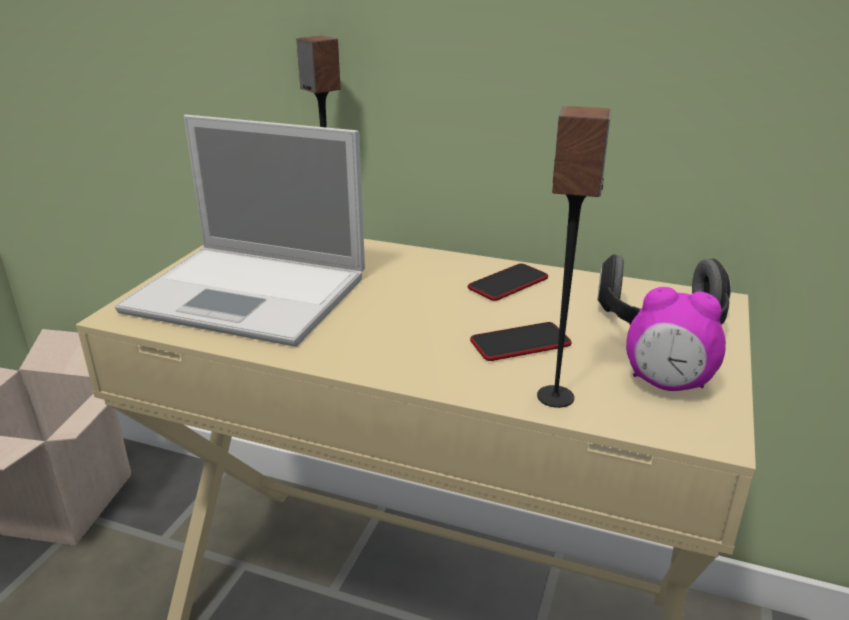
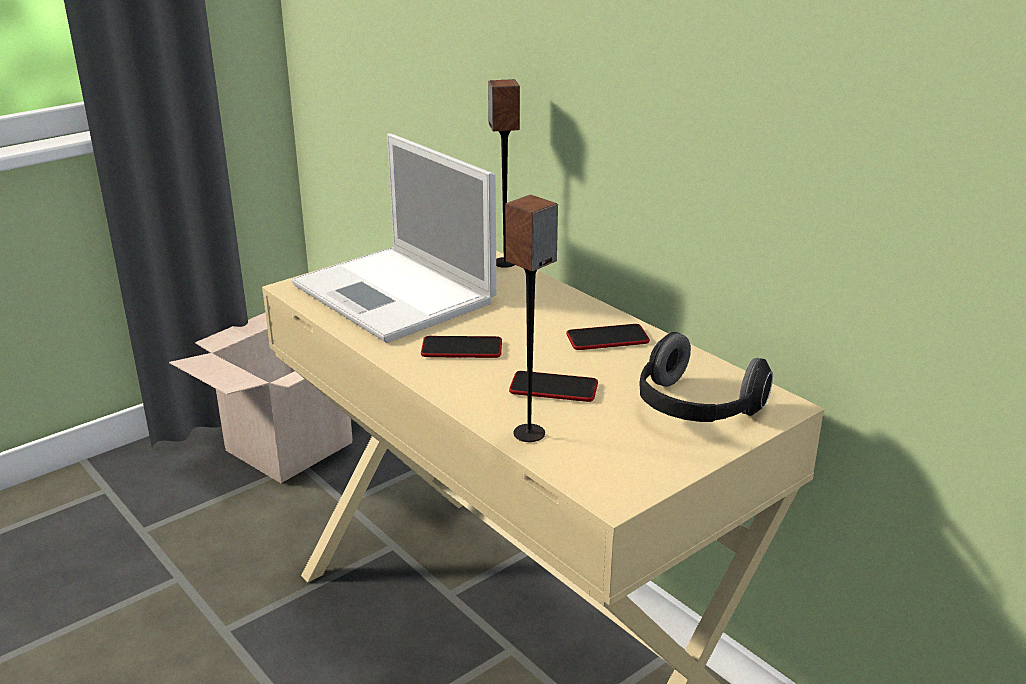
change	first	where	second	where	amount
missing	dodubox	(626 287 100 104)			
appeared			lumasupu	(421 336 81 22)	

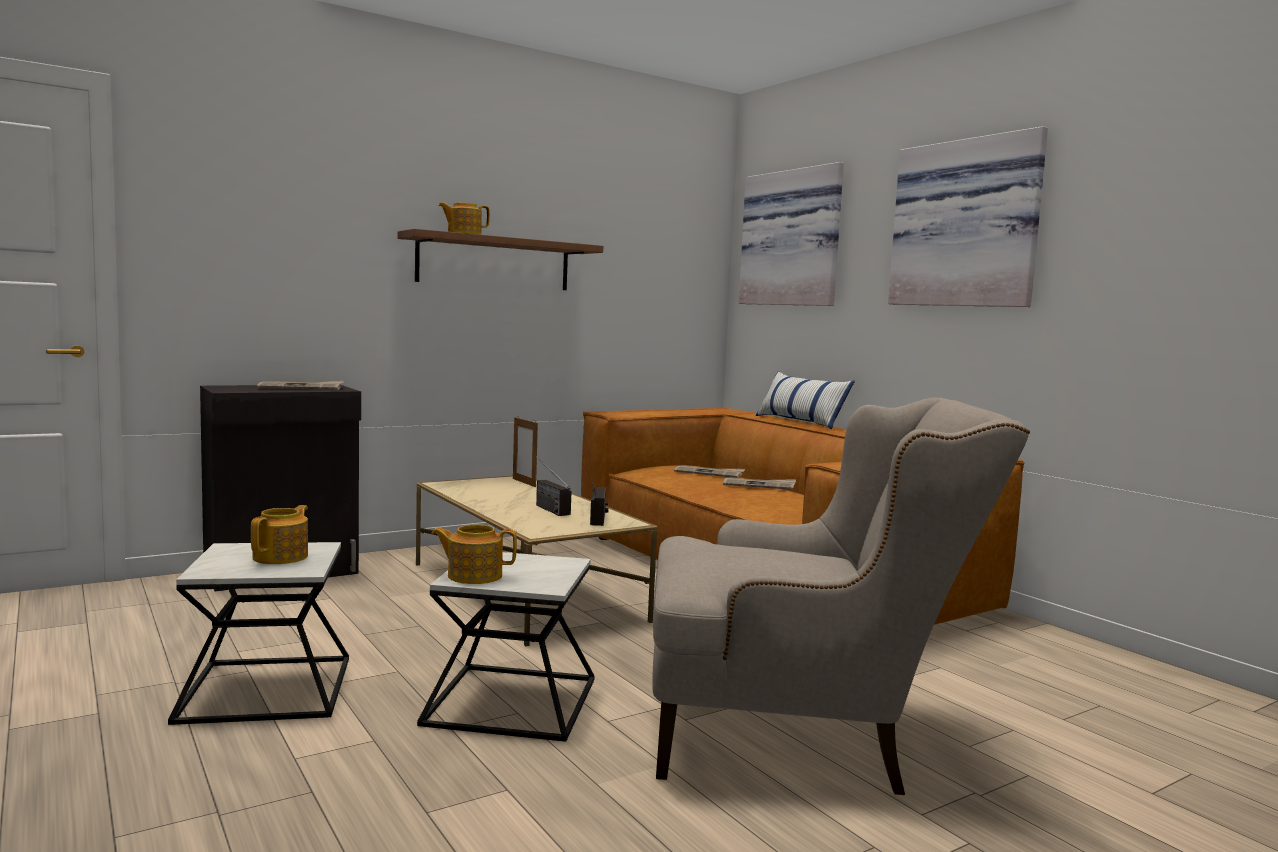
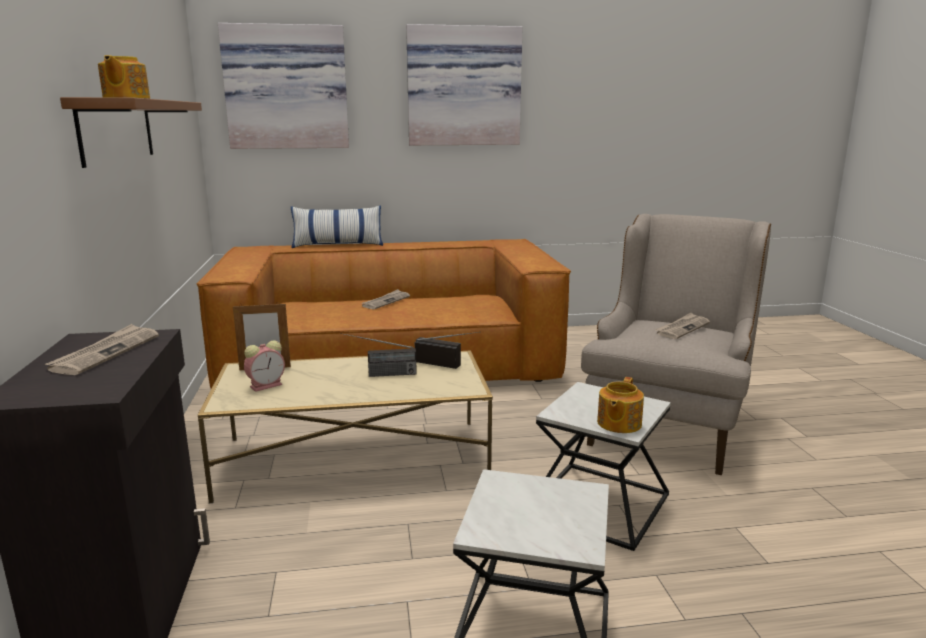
change	first	where	second	where	amount
relocated	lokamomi	(674 465 71 13)		(655 313 55 26)	
missing	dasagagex	(251 505 57 59)			
appeared			dodubox	(244 340 41 52)	

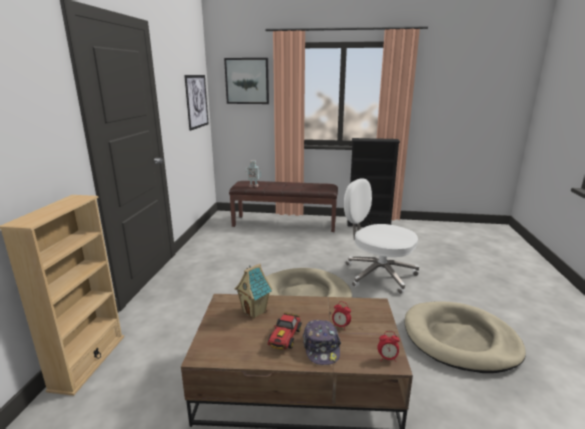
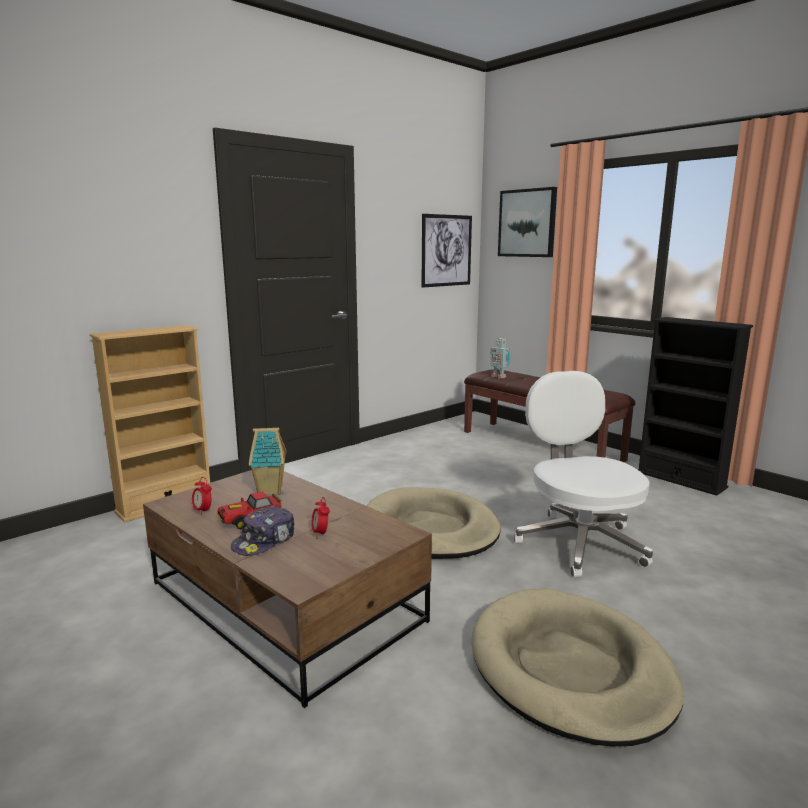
change	first	where	second	where	amount
relocated	dodubox	(377 331 23 31)		(192 477 20 38)	

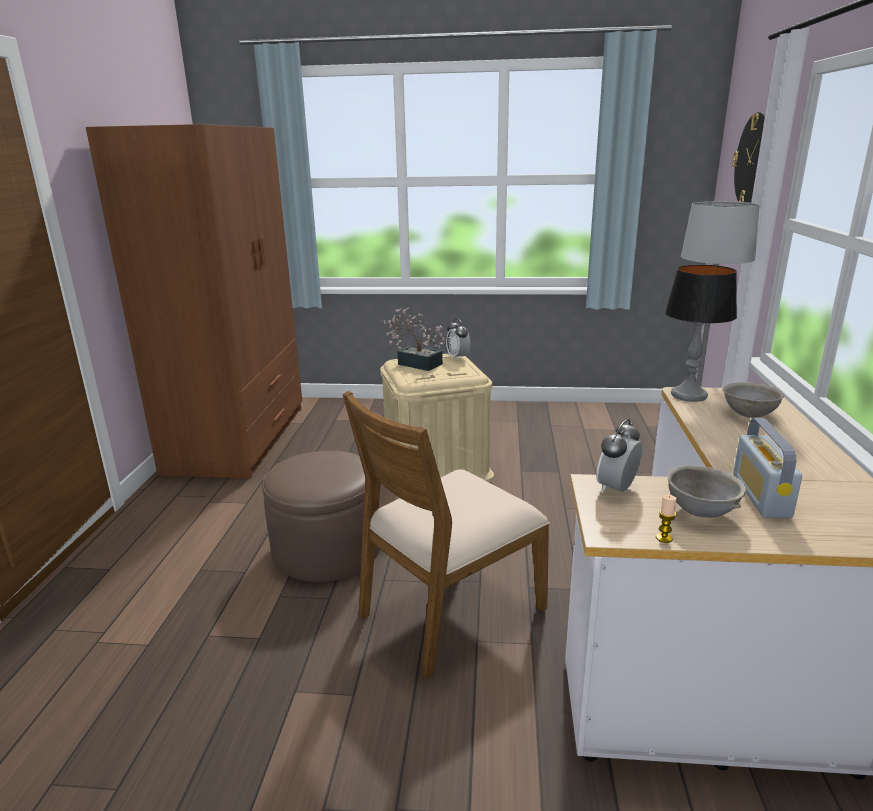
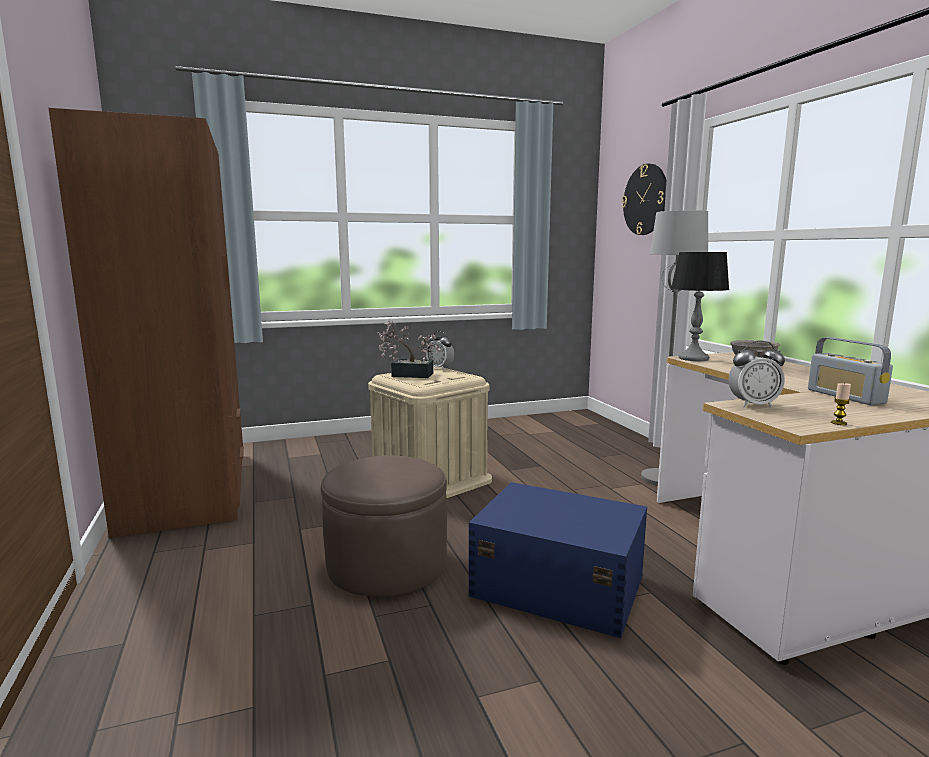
change	first	where	second	where	amount
exchanged	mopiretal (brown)	(342 391 208 287)	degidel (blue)	(469 482 178 156)	
spun	dodubox	(596 419 47 74)		(728 340 57 67)	105 degrees counterclockwise
missing	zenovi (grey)	(668 465 78 53)			

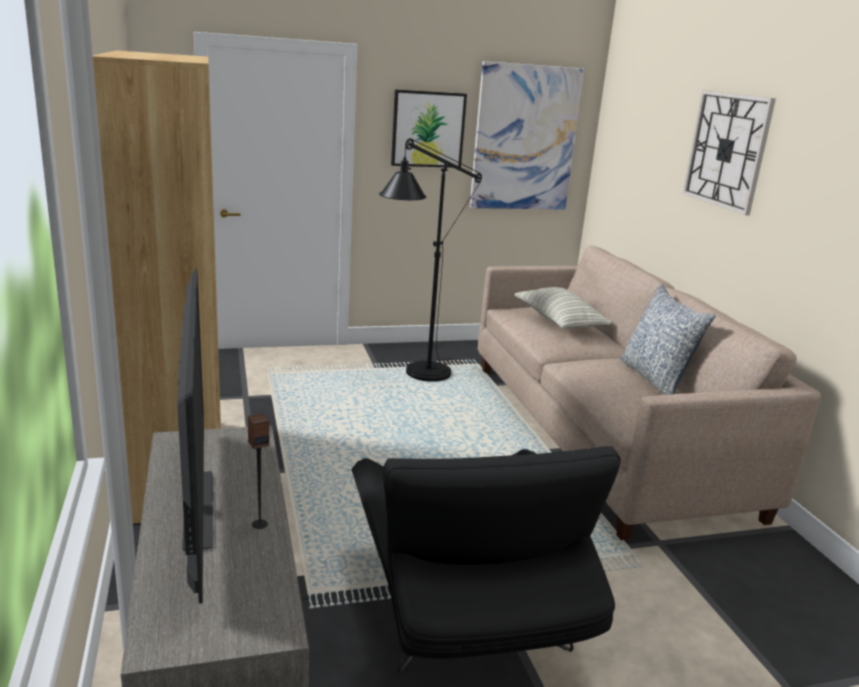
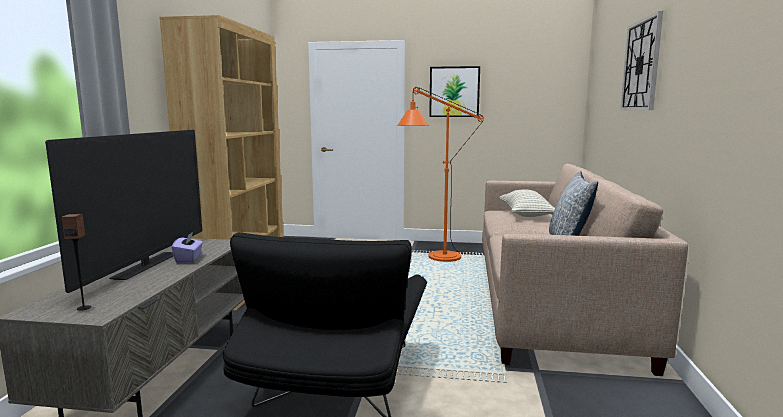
change	first	where	second	where	amount
missing	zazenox	(470 61 114 149)			
colour	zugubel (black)	(379 138 103 244)	zugubel (orange)	(397 87 87 175)	
relocated	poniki	(248 413 21 116)		(62 214 29 97)	
appeared			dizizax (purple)	(172 232 31 31)	

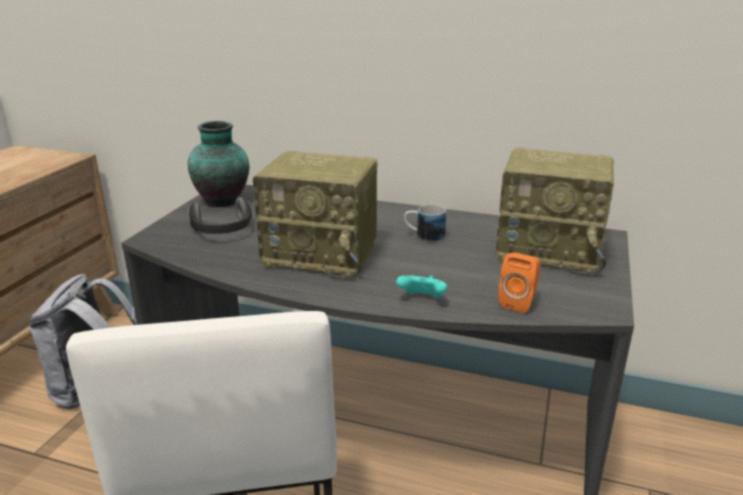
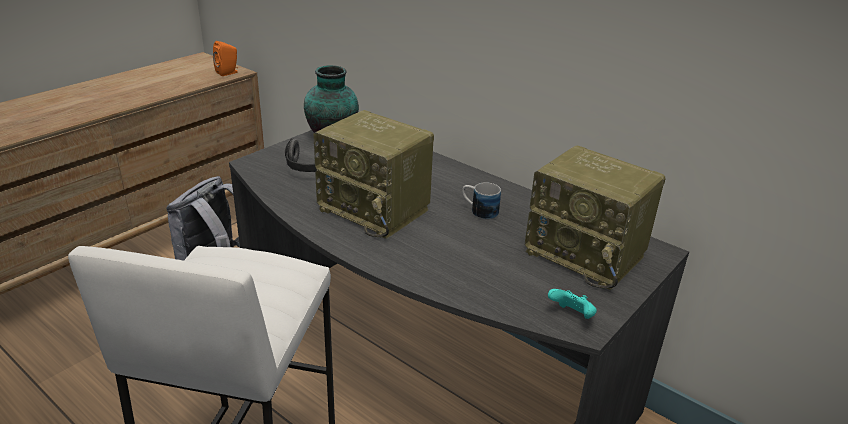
change	first	where	second	where	amount
relocated	poniki (orange)	(498 253 42 60)		(213 41 25 35)	
relocated	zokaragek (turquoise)	(396 275 51 24)		(548 289 49 30)	

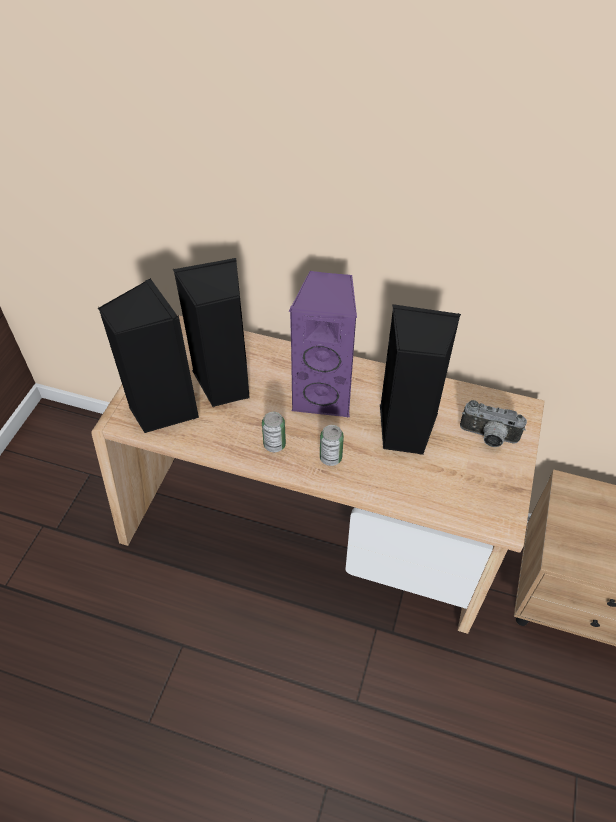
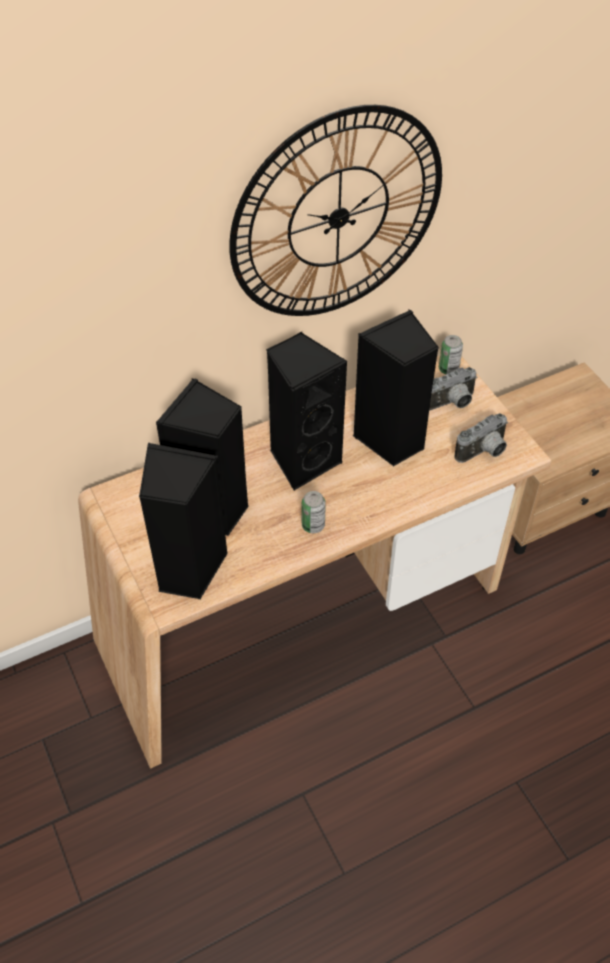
change	first	where	second	where	amount
colour	poniki (purple)	(289 271 68 147)	poniki (black)	(266 332 82 159)	
relocated	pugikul	(320 425 24 41)		(439 335 24 40)	
appeared			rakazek	(229 105 213 211)	
appeared			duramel	(454 413 54 50)	

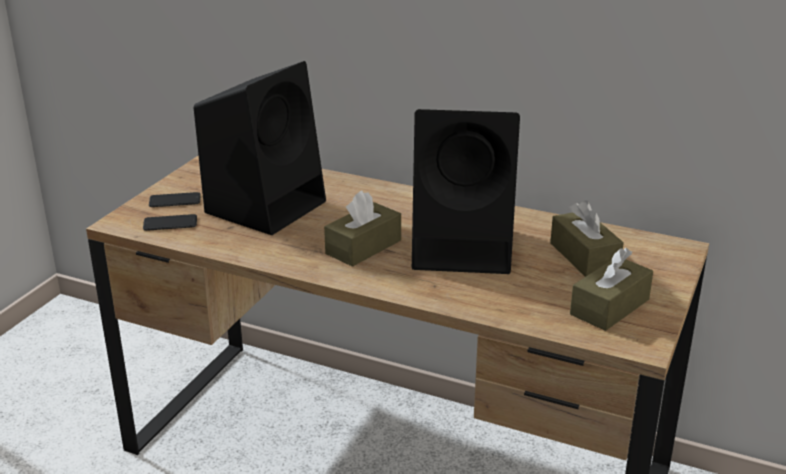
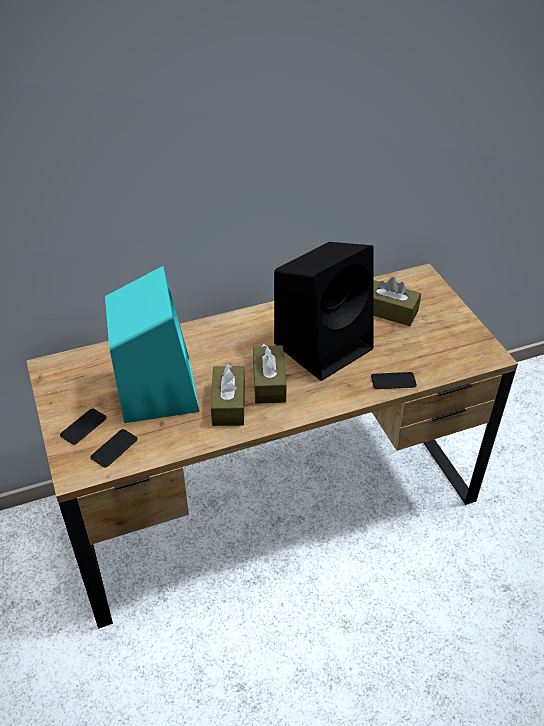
change	first	where	second	where	amount
colour	poniki (black)	(194 61 132 174)	poniki (turquoise)	(105 266 95 157)	
relocated	dizizax (brown)	(570 248 83 83)		(211 363 34 63)	
appeared			lumasupu	(371 372 46 17)	

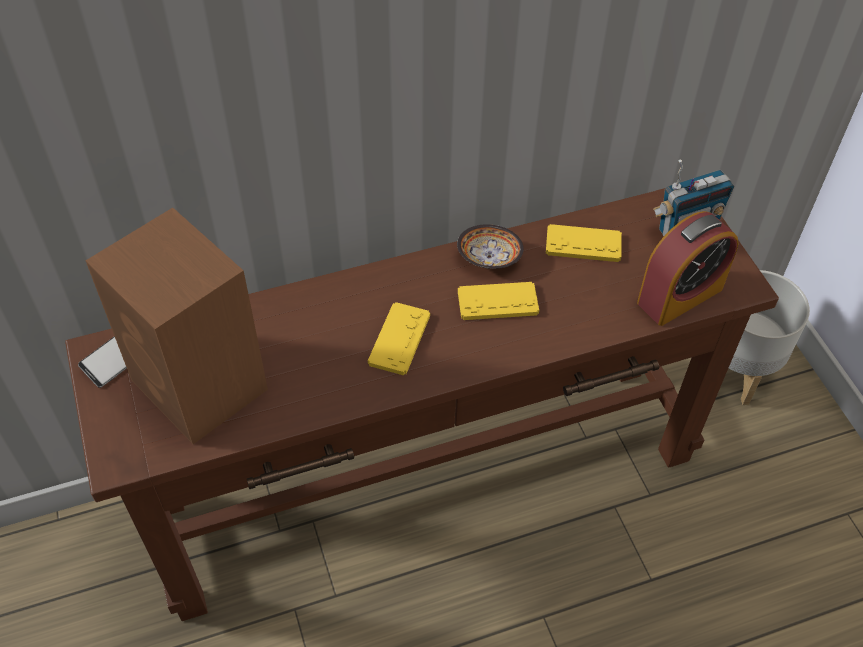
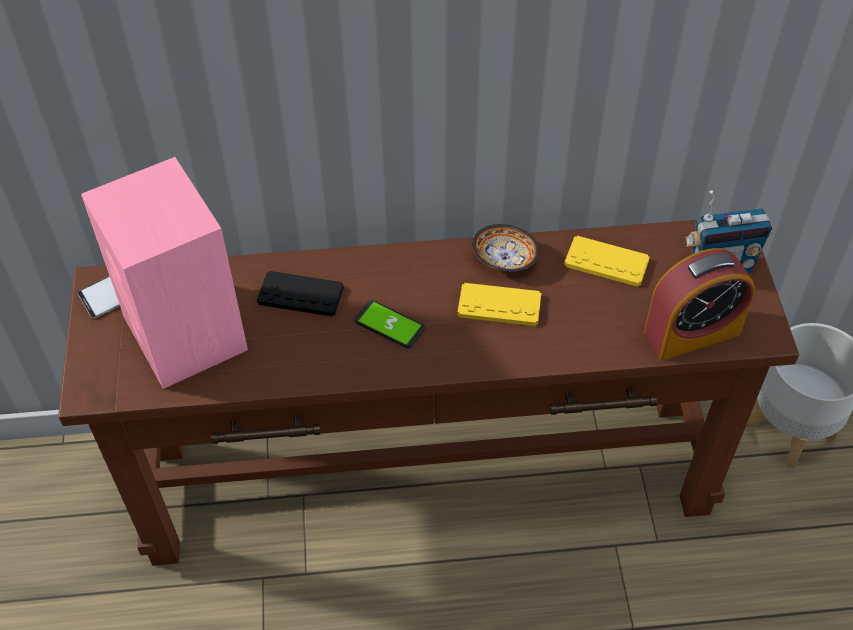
change	first	where	second	where	amount
colour	poniki (brown)	(85 208 183 236)	poniki (pink)	(81 157 167 232)	
exchanged	zokaragek (yellow)	(368 302 62 73)	lumasupu	(354 300 71 48)	
appeared			zokaragek (black)	(257 271 87 45)	

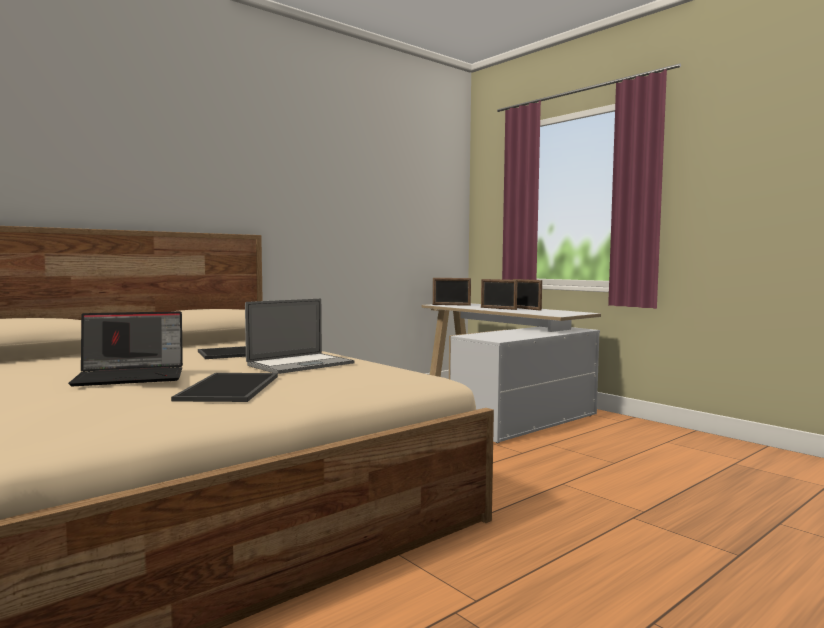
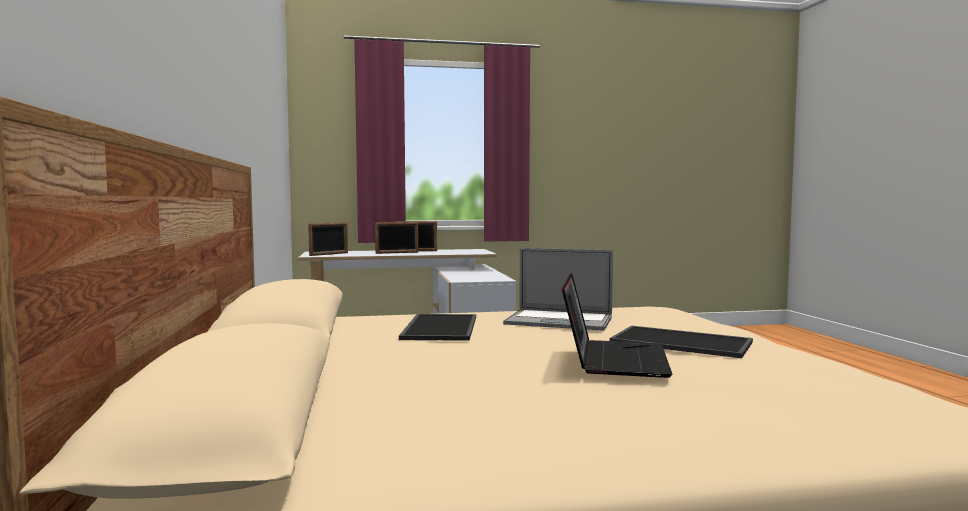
change	first	where	second	where	amount
spun	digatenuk	(245 298 110 76)		(503 248 110 83)	120 degrees clockwise

